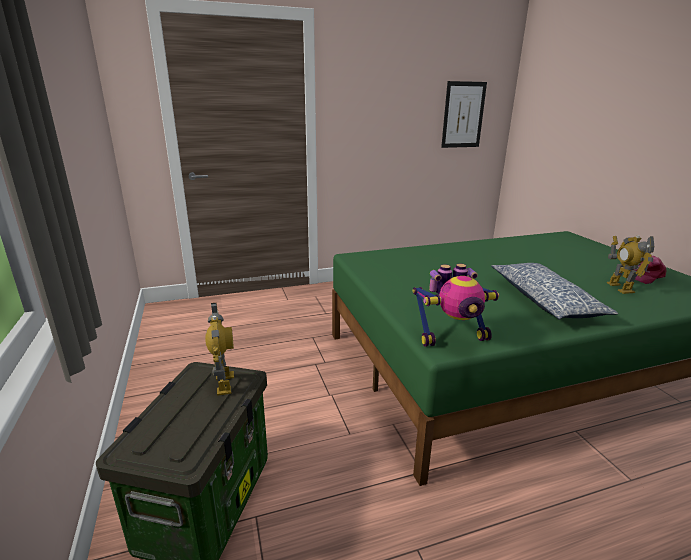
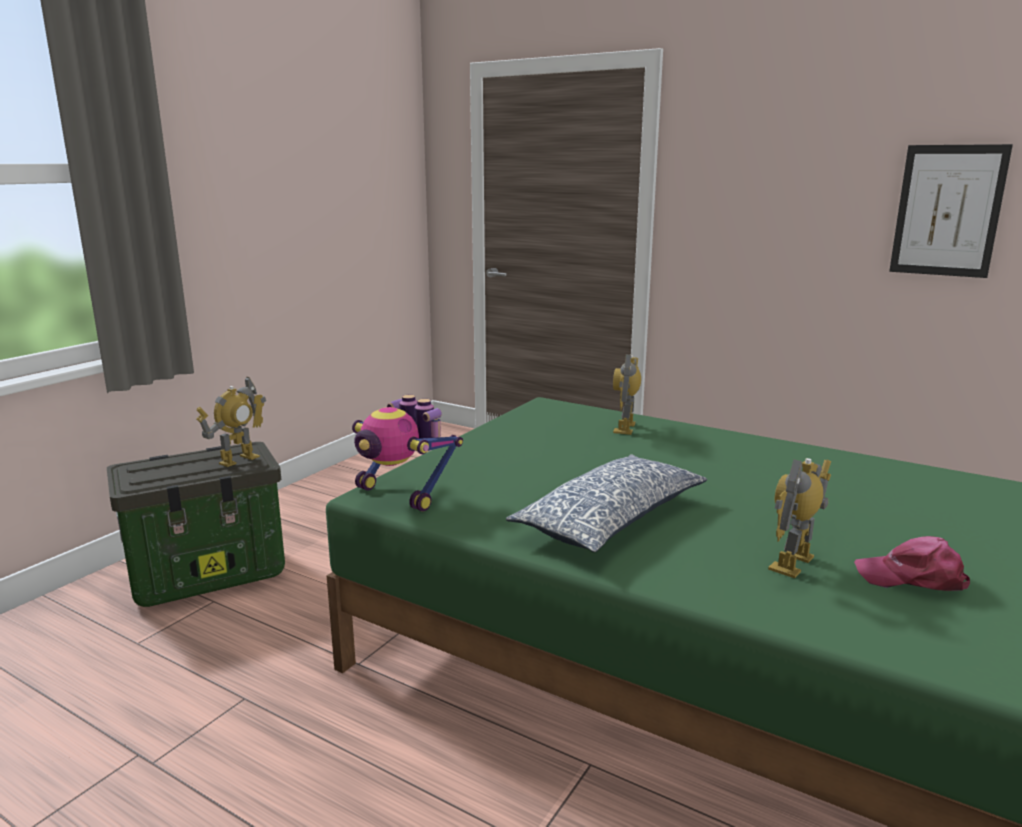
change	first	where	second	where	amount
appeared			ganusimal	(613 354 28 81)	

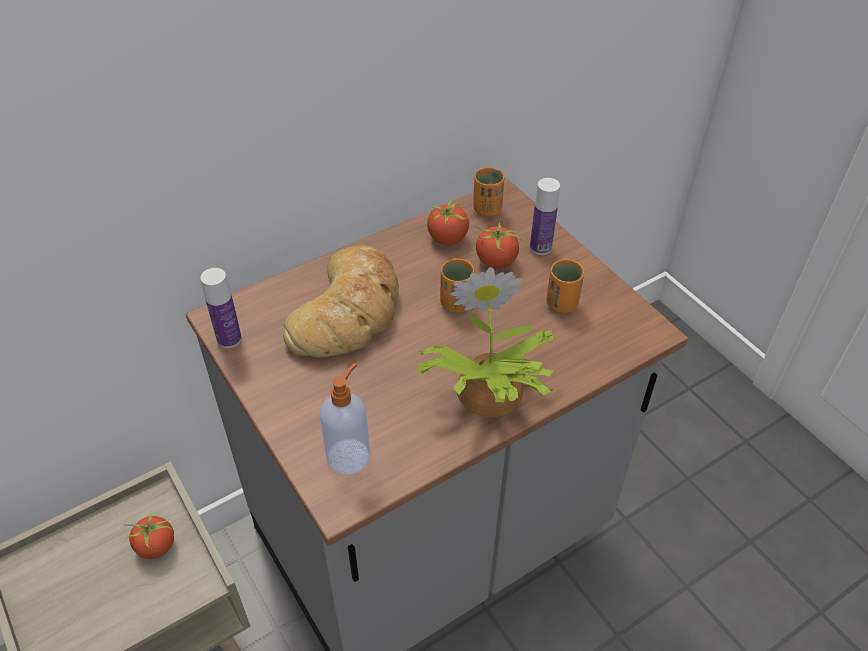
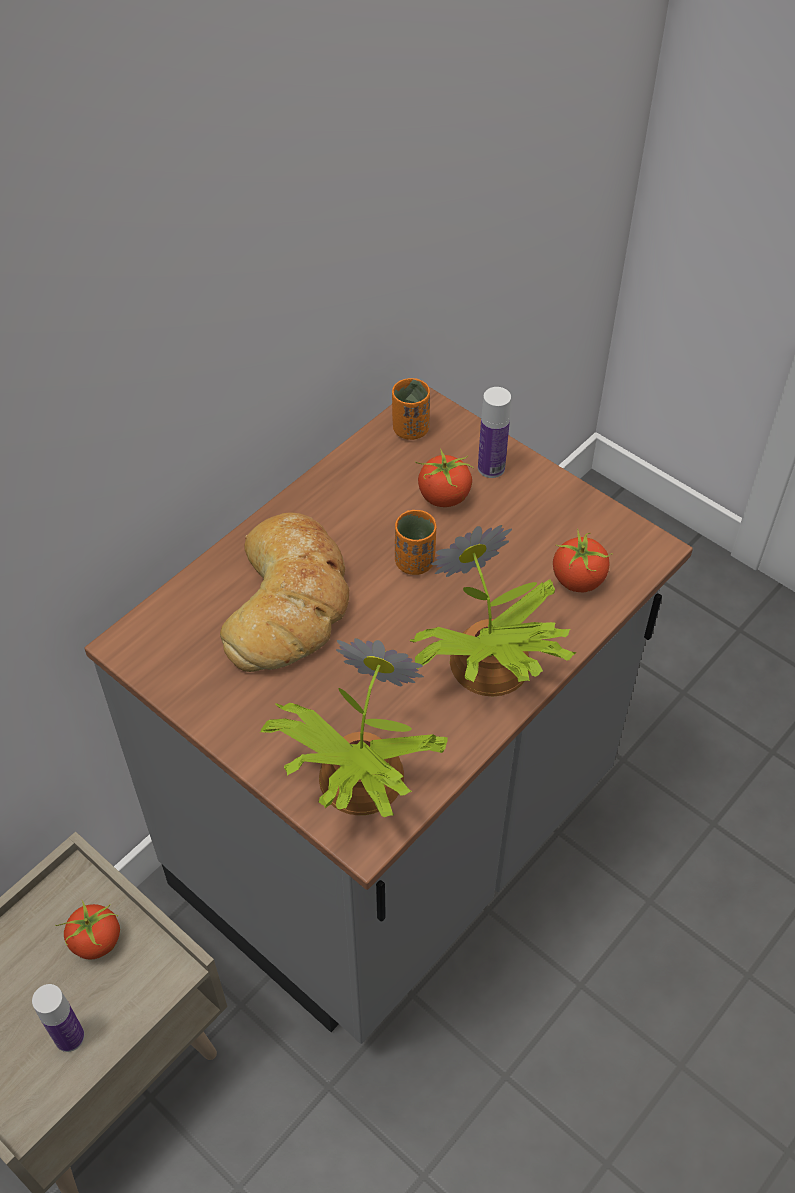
change	first	where	second	where	amount
relocated	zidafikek	(427 198 42 47)		(553 529 60 63)	
missing	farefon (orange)	(547 259 37 54)			
relocated	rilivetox	(200 268 42 80)		(32 984 53 68)	
exchanged	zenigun	(320 363 50 111)	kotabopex	(260 638 188 179)	

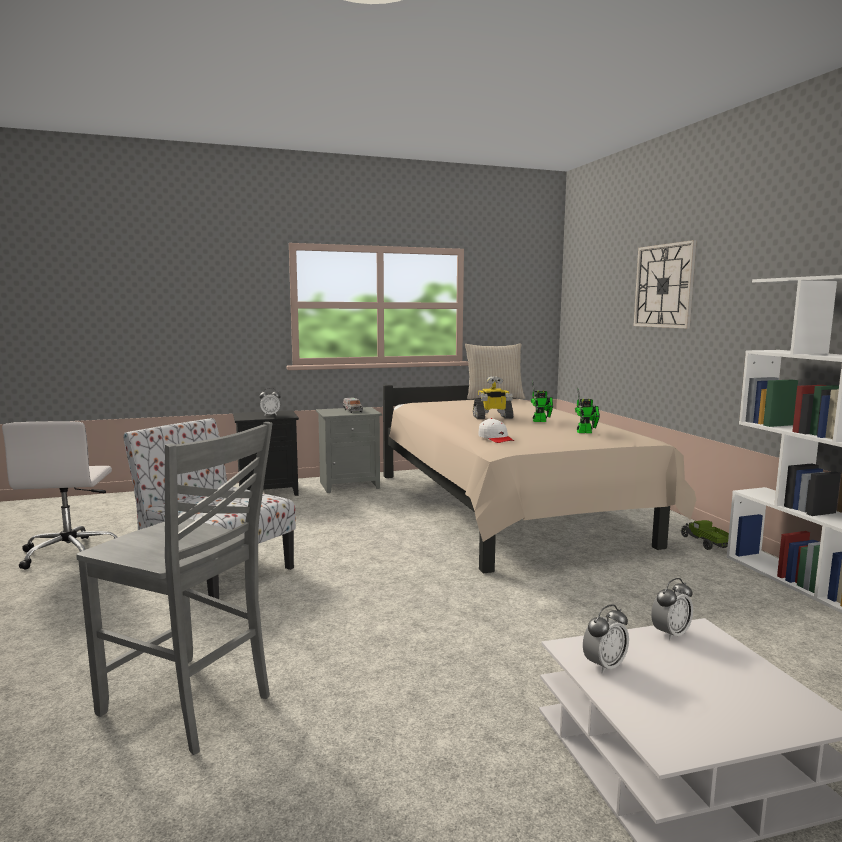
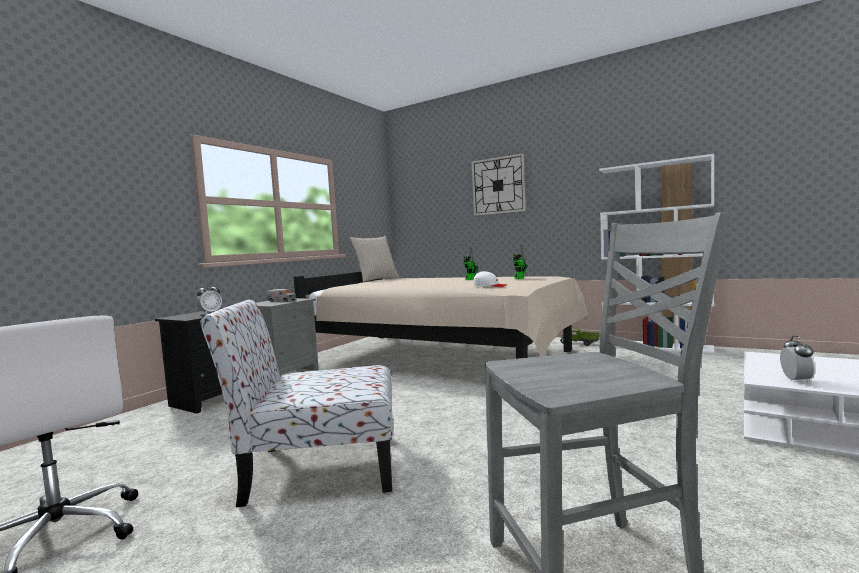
change	first	where	second	where	amount
missing	ganusimal	(473 376 40 43)			
missing	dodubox	(651 578 42 63)			

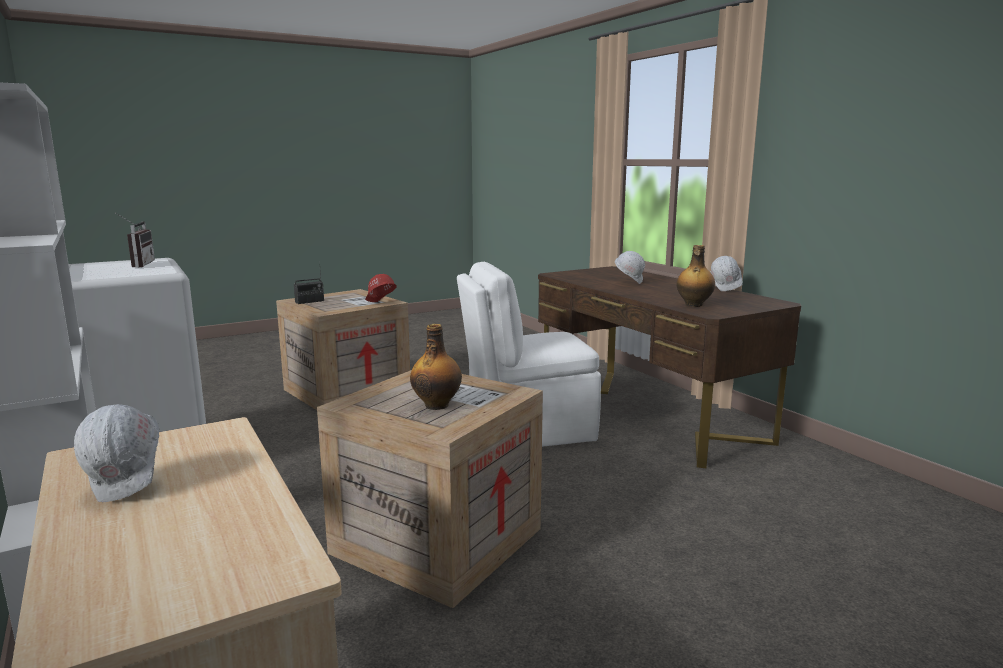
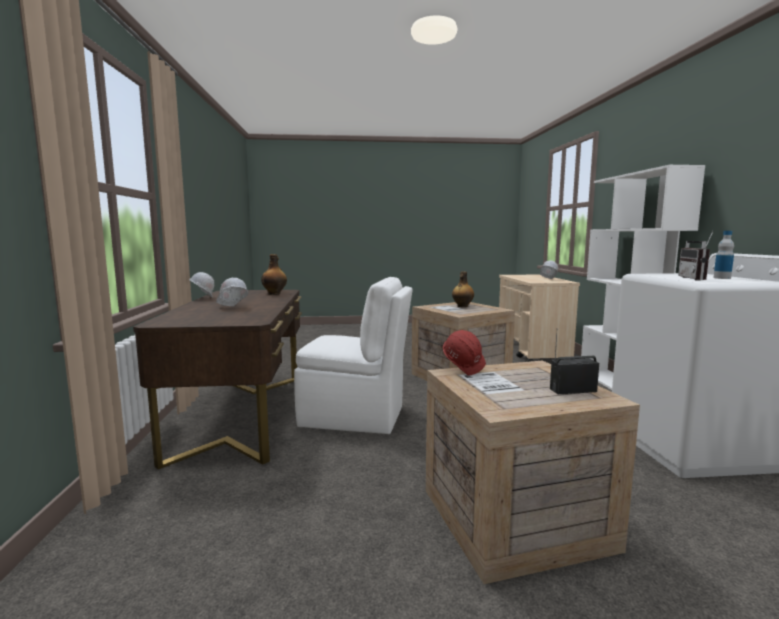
change	first	where	second	where	amount
appeared			rilivetox	(713 231 21 48)	

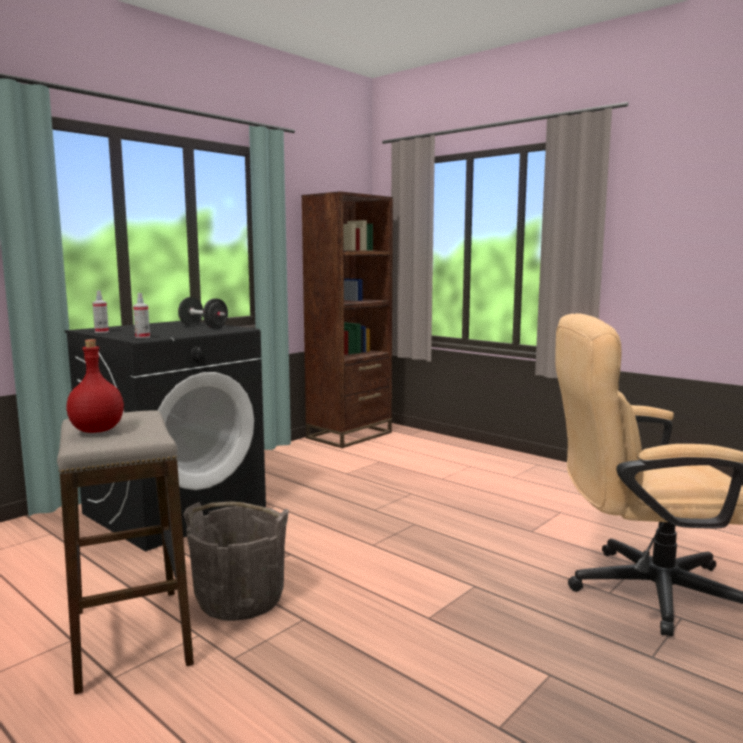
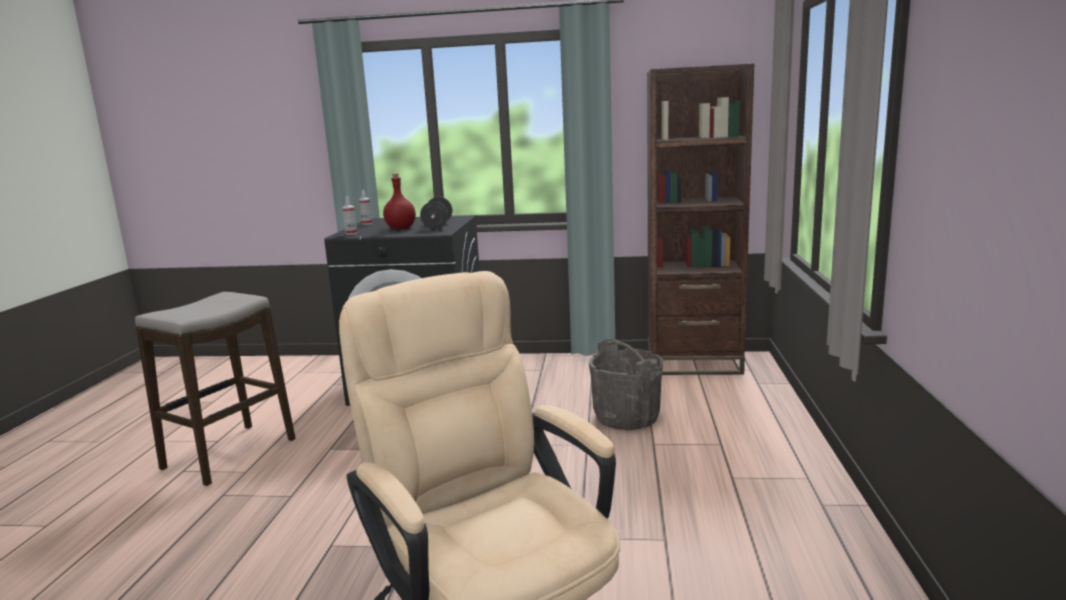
change	first	where	second	where	amount
relocated	rilivetox (red)	(67 339 57 94)		(383 173 33 56)	
relocated	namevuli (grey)	(183 501 106 120)		(589 339 74 91)	

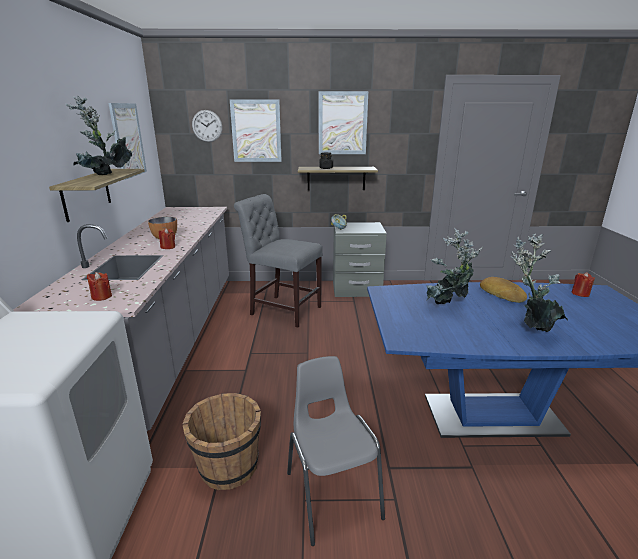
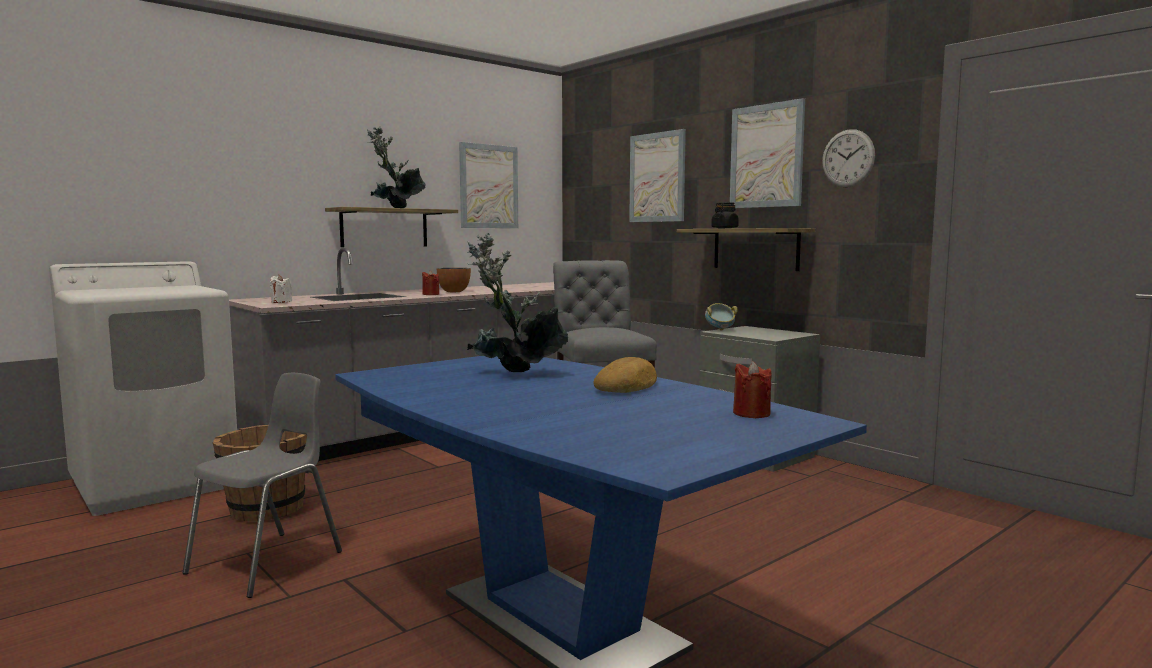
change	first	where	second	where	amount
relocated	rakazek	(192 110 30 32)		(822 129 53 58)	
missing	kotabopex	(511 233 57 99)			
colour	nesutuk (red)	(87 272 25 29)	nesutuk (white)	(270 275 22 28)	

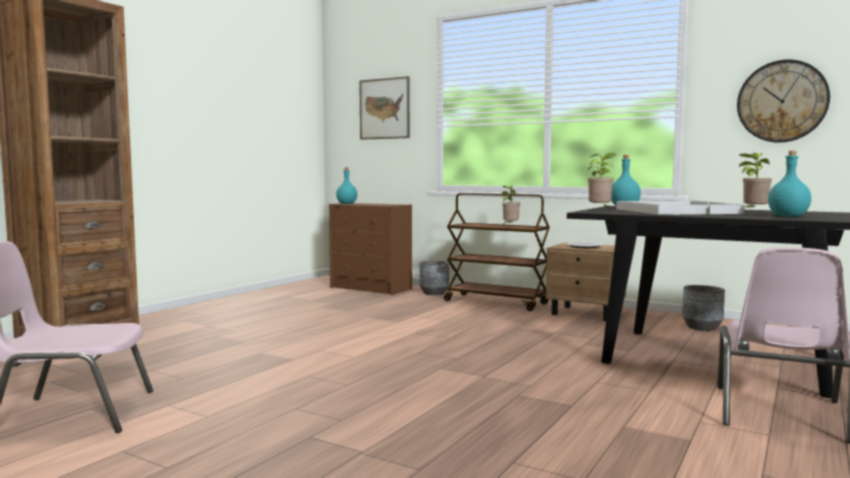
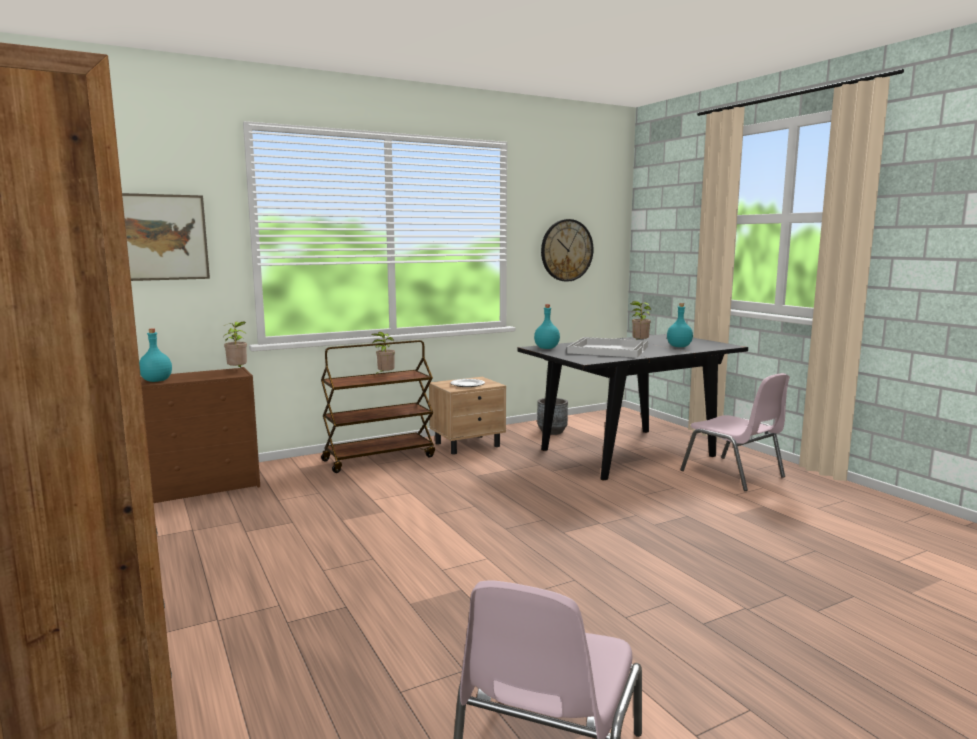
change	first	where	second	where	amount
relocated	kotabopex	(588 153 28 56)		(223 322 24 47)	
missing	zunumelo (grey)	(419 260 30 35)			

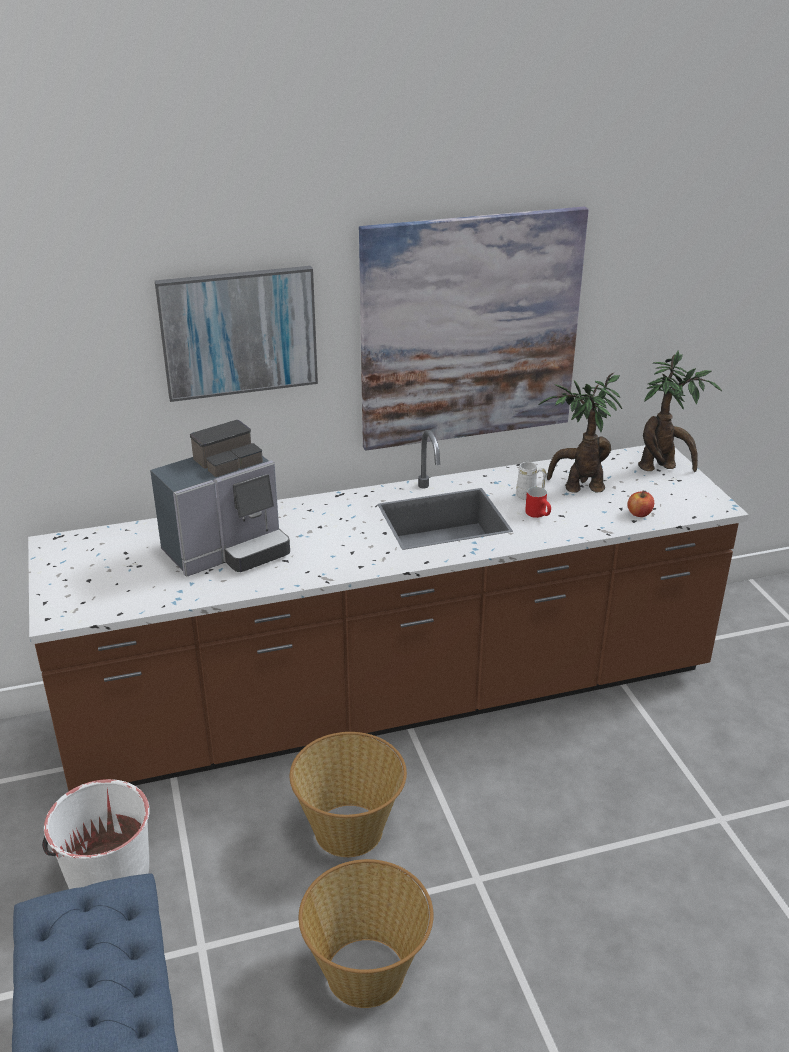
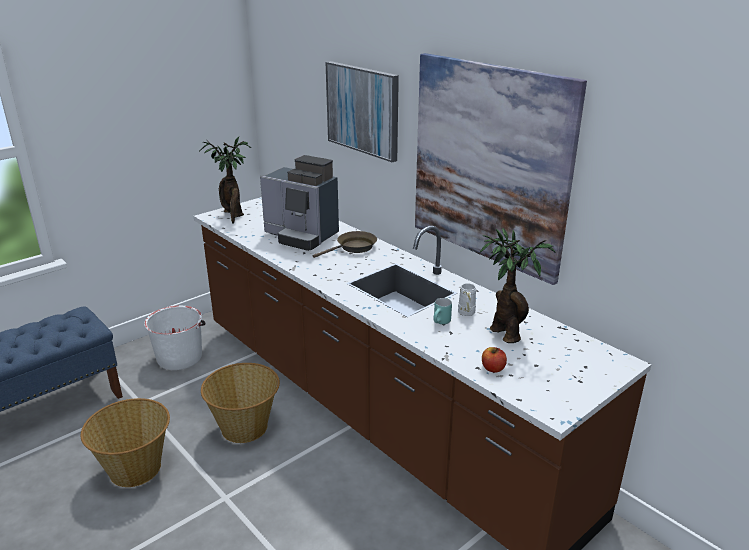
change	first	where	second	where	amount
relocated	kotabopex	(638 350 84 122)		(199 137 52 87)	
colour	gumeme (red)	(525 487 26 31)	gumeme (turquoise)	(433 298 19 26)	
appeared			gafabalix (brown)	(313 231 64 27)	

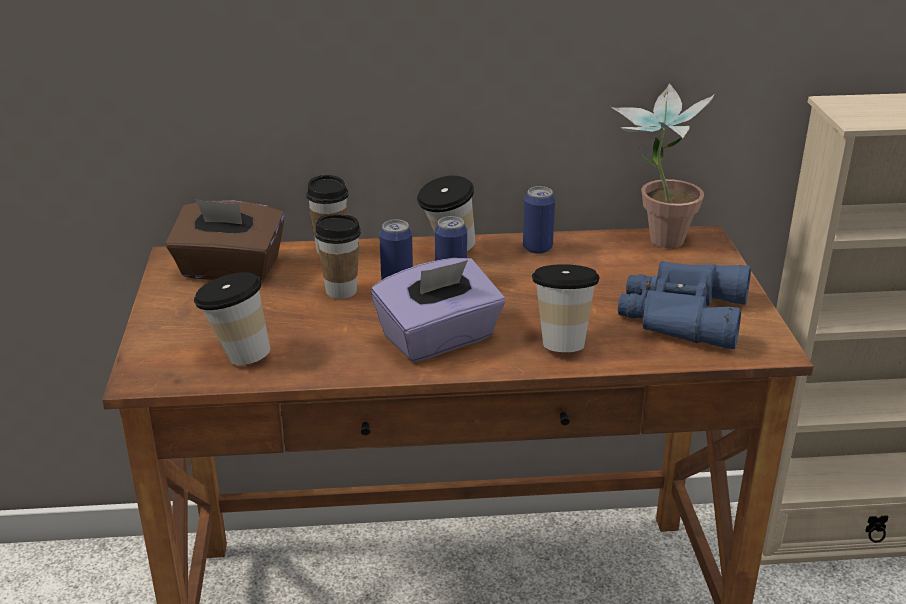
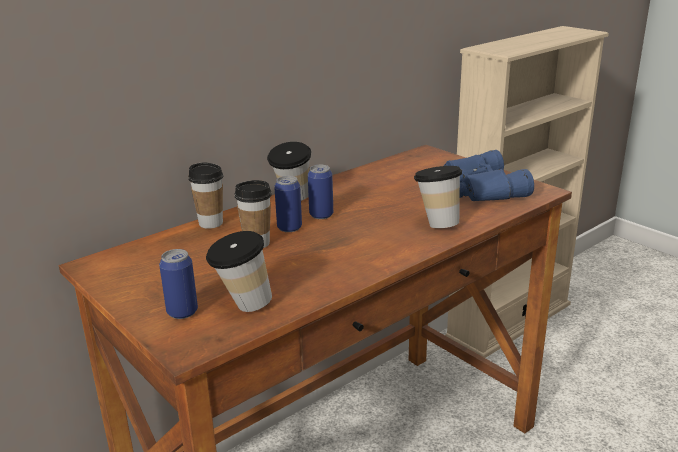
change	first	where	second	where	amount
missing	kotabopex	(611 83 104 165)			
relocated	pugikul	(523 186 32 68)		(159 249 39 70)	
missing	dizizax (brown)	(166 199 119 83)			
missing	dizizax (purple)	(371 258 134 104)			

